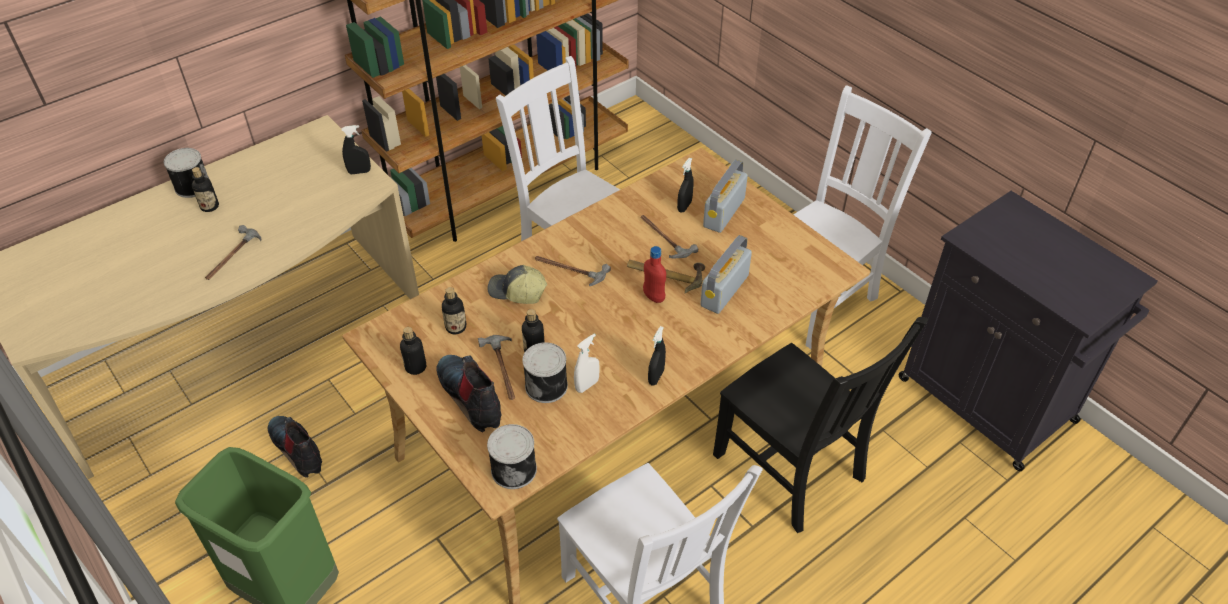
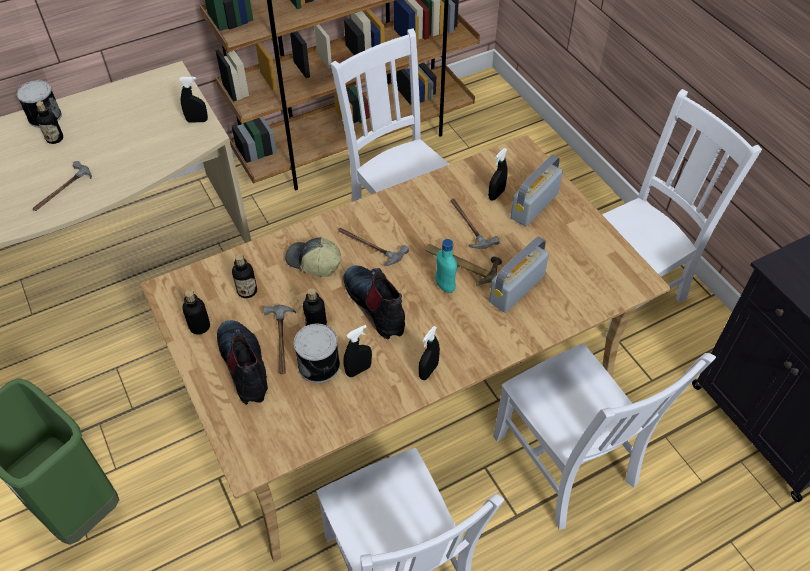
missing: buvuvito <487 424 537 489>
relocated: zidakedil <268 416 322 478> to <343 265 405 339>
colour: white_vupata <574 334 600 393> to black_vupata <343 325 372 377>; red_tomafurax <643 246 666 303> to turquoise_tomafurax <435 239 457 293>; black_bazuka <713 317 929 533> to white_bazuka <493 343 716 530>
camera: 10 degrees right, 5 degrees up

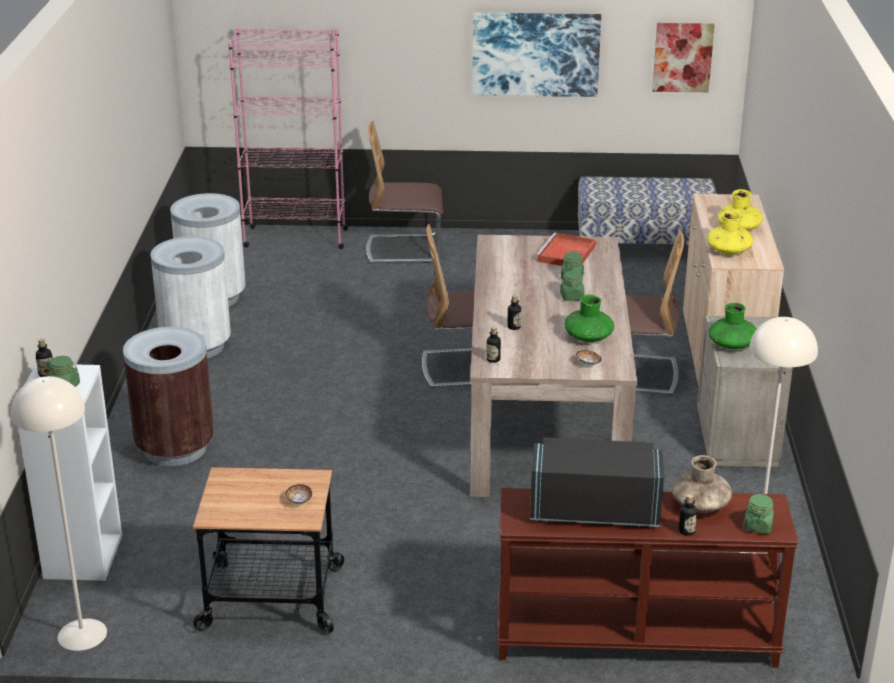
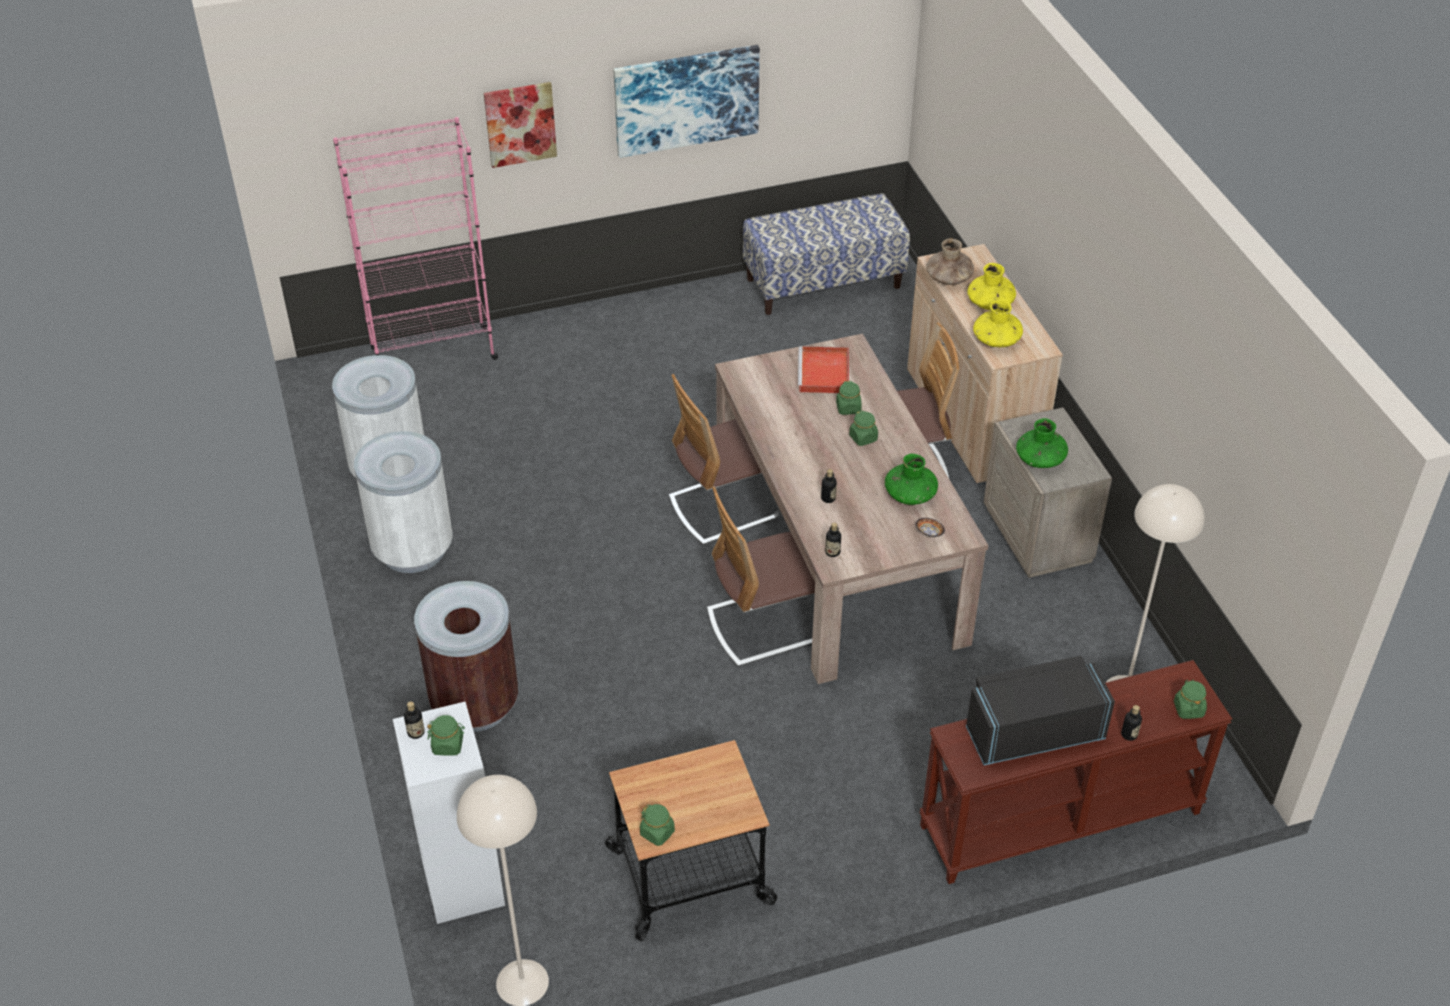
missing: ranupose <286 484 312 504>
appeared: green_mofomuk <640 804 675 846>
relocated: bazuka <366 121 443 263> to <707 487 815 667>; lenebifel <652 23 715 92> to <484 82 557 168>; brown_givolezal <672 455 732 513> to <926 239 974 285>
camera: 20 degrees left, 15 degrees up

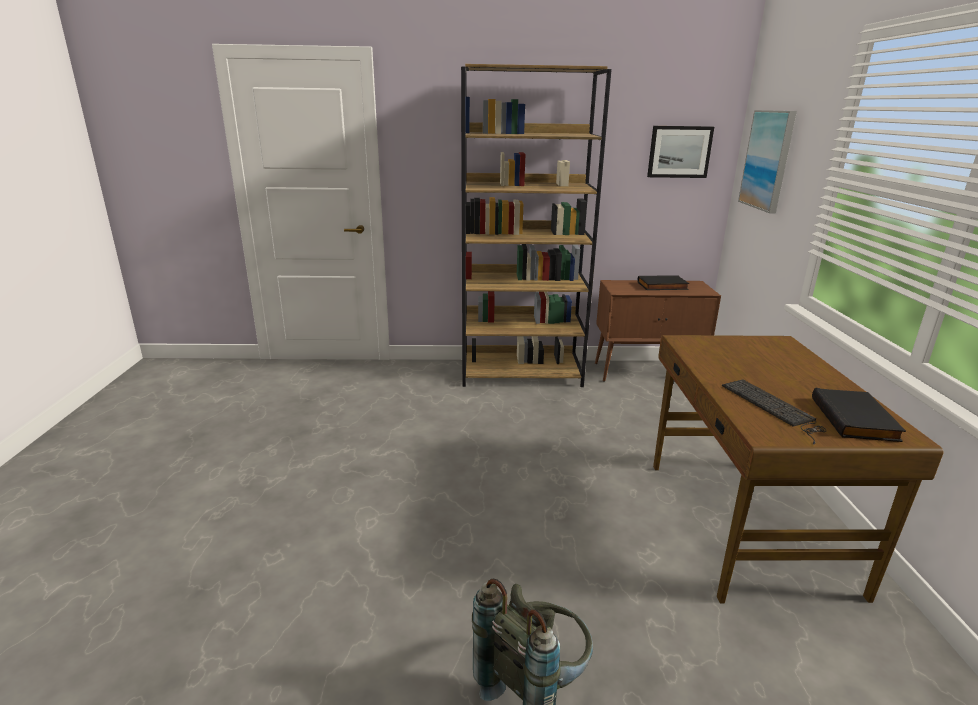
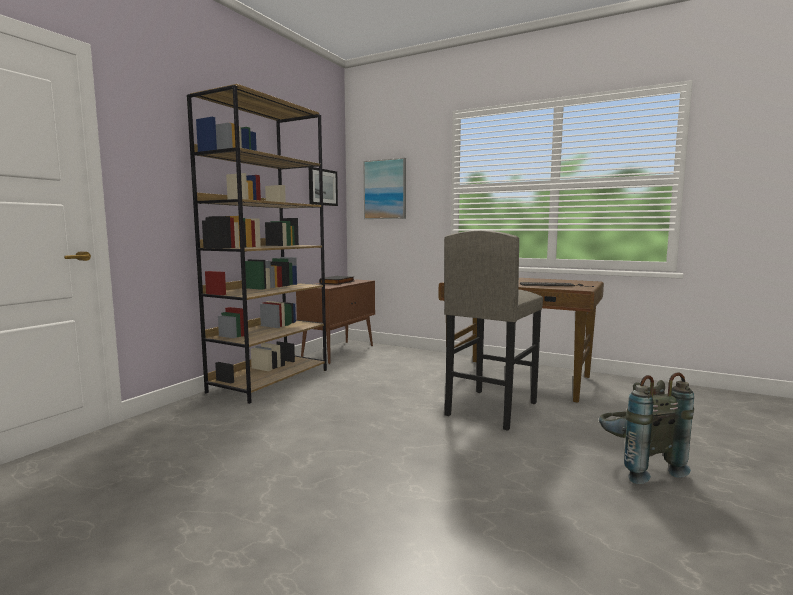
missing: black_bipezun <812 388 906 442>
appeared: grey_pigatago <444 230 543 431>
camera: 60 degrees left, 15 degrees down

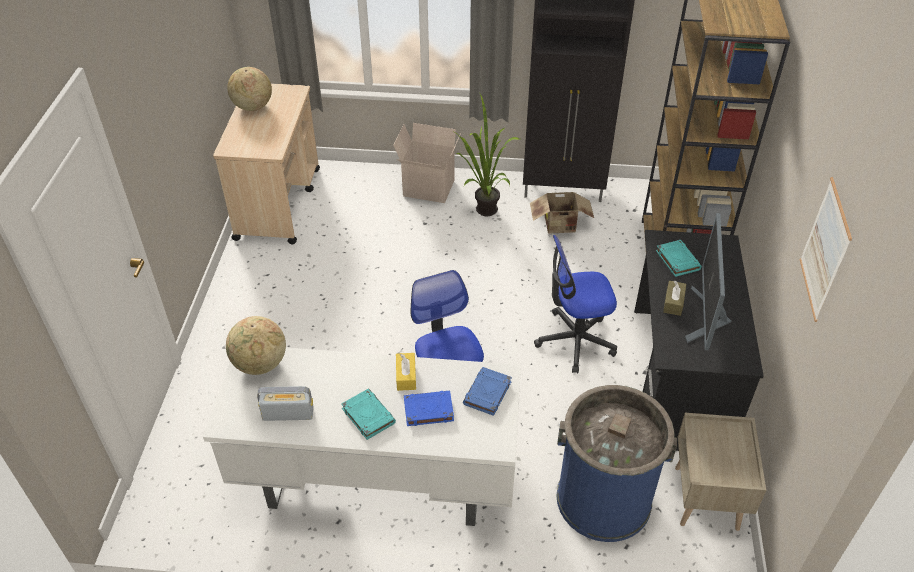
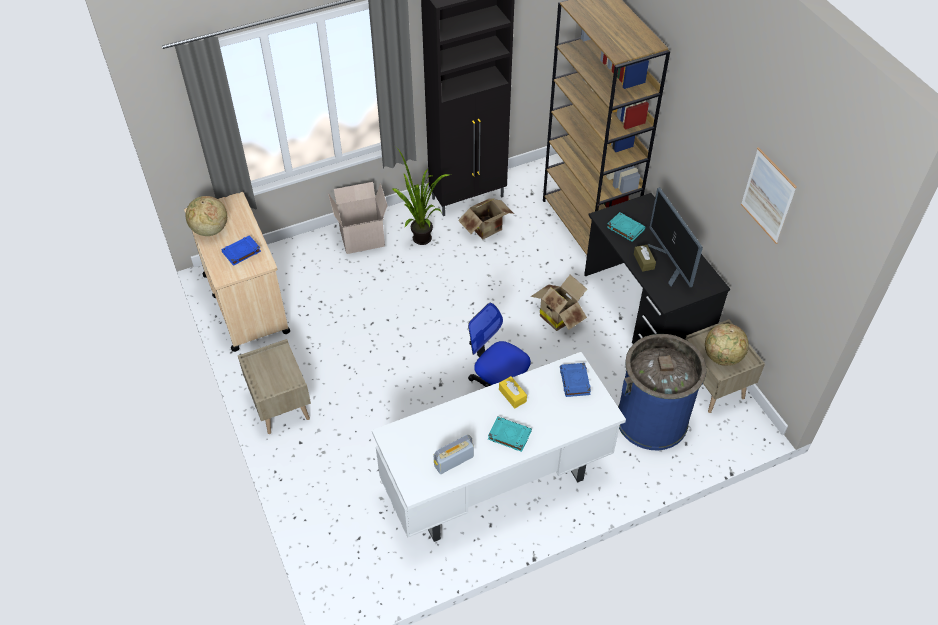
appeared: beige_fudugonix <238 339 311 434>
relocated: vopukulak <226 316 286 375> to <705 323 749 366>; blue_bipezun <404 391 454 426> to <221 235 261 266>
exchanged: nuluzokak <534 235 617 374> to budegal <530 275 587 331>
camera: 30 degrees left, 5 degrees up

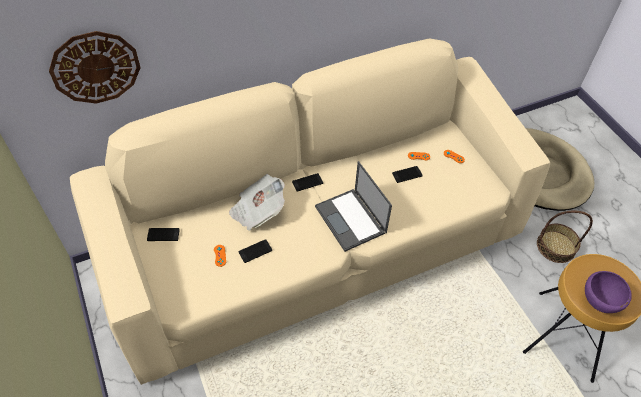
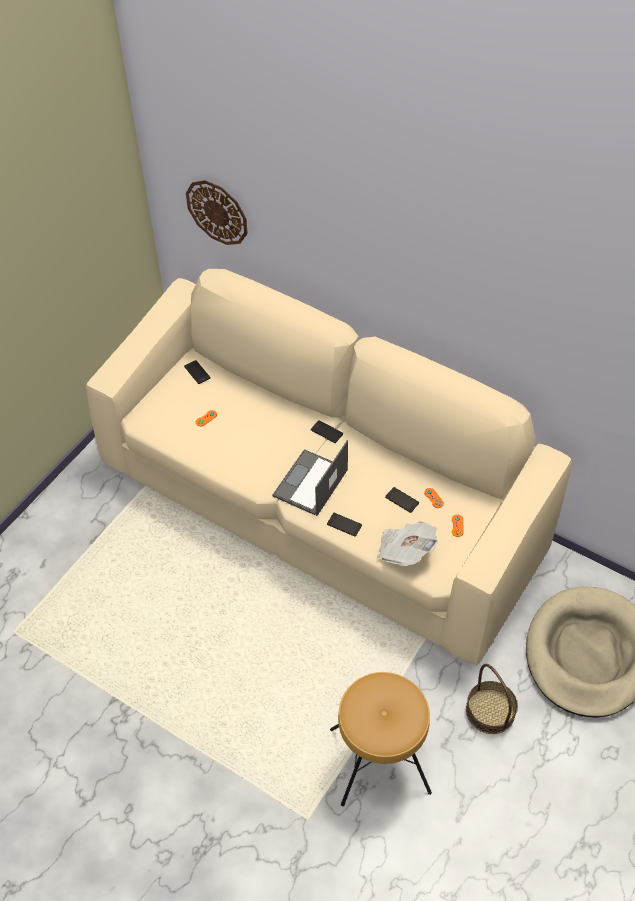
missing: purple_ranupose <585 271 632 313>
relocated: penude <229 174 285 231> to <377 522 438 566>; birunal <238 239 272 263> to <327 513 362 537>
camera: 60 degrees right, 0 degrees up

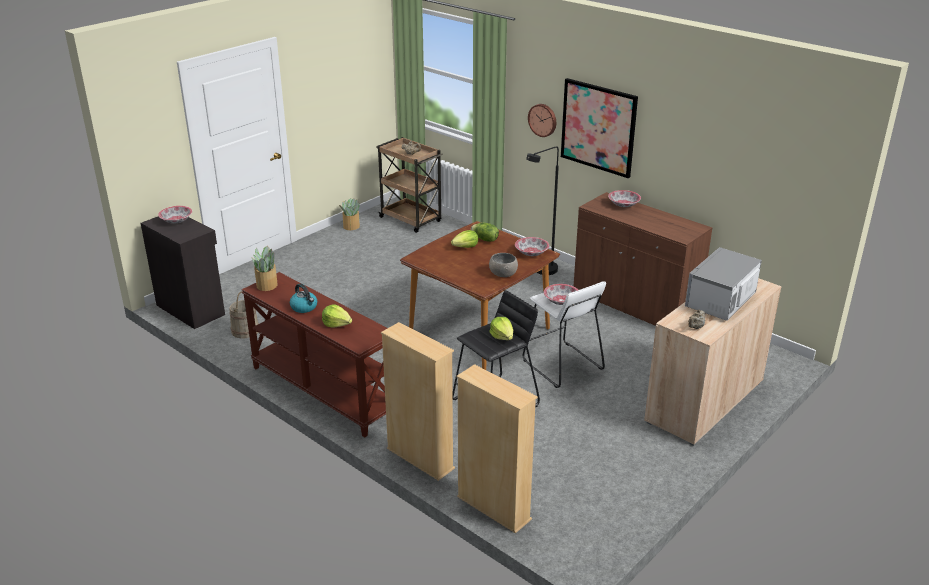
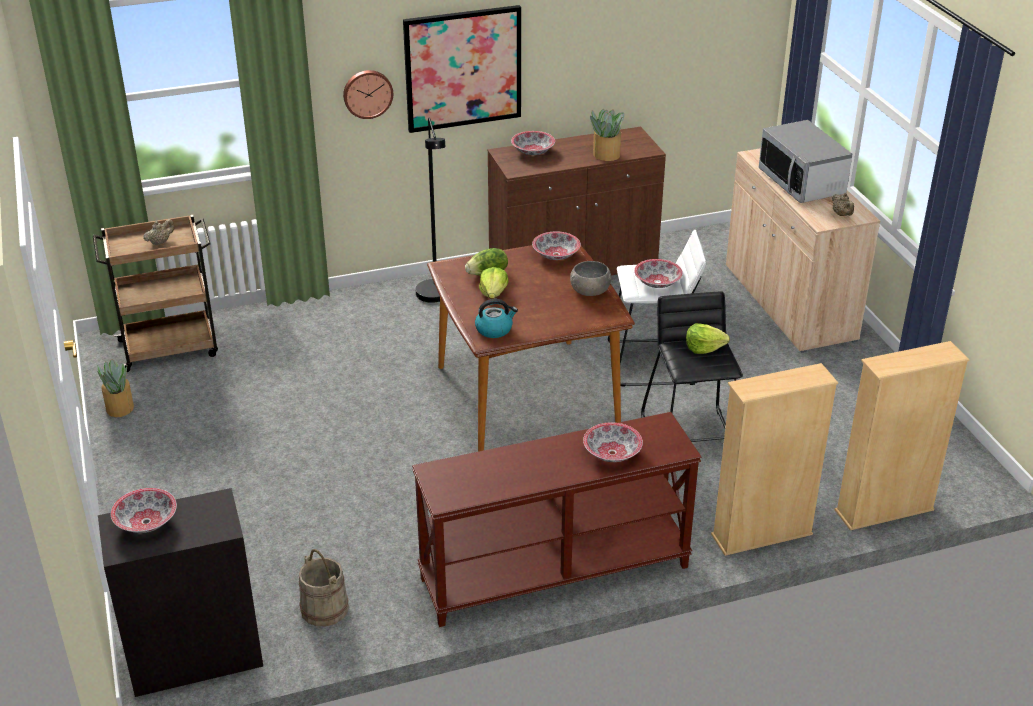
relocated: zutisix <251 246 278 291> to <590 109 624 161>; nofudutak <290 283 317 313> to <475 299 518 338>
exchanged: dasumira <322 304 352 328> to ranupose <583 422 643 462>
camera: 60 degrees left, 5 degrees up

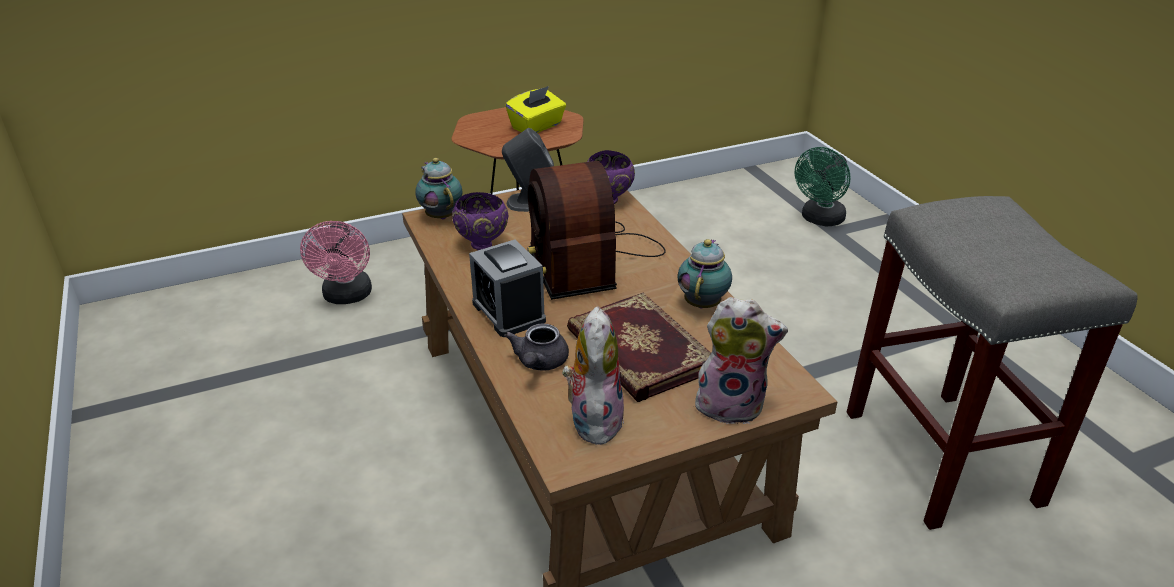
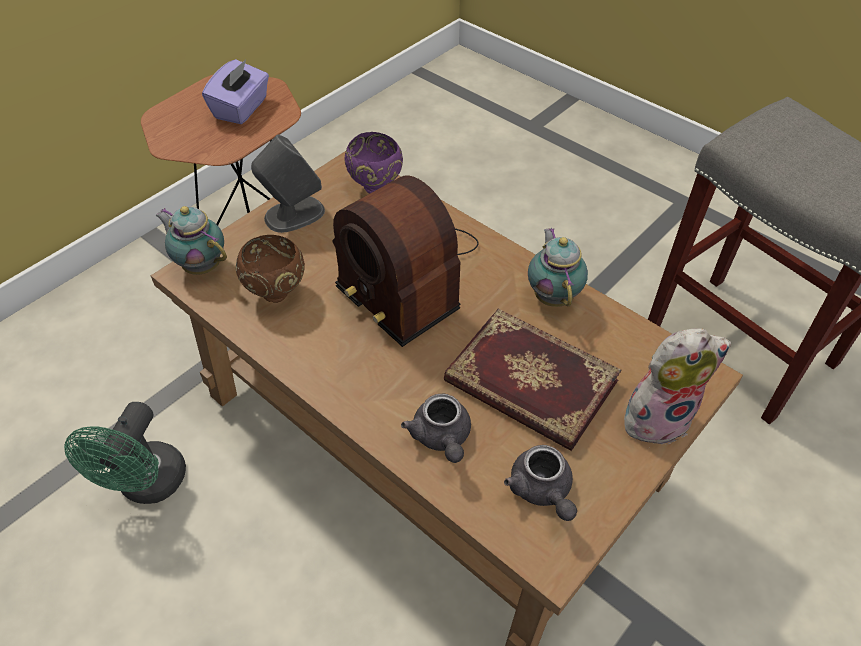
missing: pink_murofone <300 221 372 304>; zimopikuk <469 239 546 337>
relocated: green_murofone <795 147 851 226> to <64 402 186 504>
exchanged: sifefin <562 306 624 445> to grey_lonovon <504 445 577 521>
colour: purple_ranupose <452 192 508 250> to brown_ranupose <236 235 305 303>; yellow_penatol <505 86 566 133> to purple_penatol <202 59 269 124>
camera: 25 degrees left, 15 degrees up

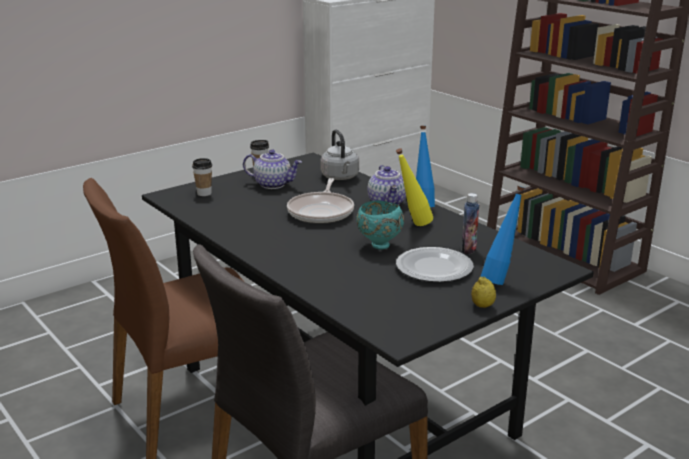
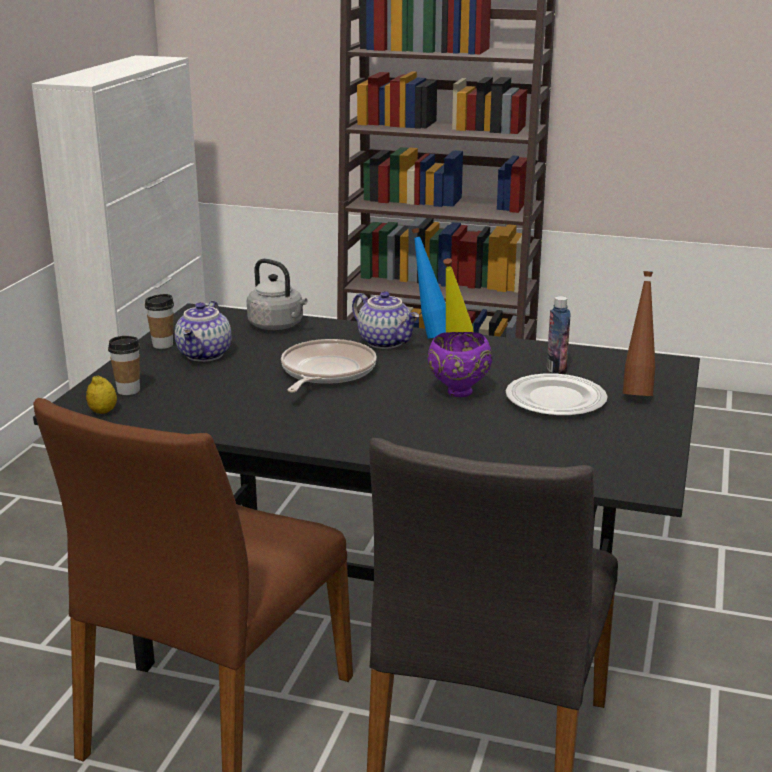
relocated: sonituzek <471 277 496 308> to <86 375 117 414>
colour: turquoise_ranupose <357 200 404 250> to purple_ranupose <428 332 493 397>; blue_tomafurax <481 186 524 285> to brown_tomafurax <623 271 655 396>
spun: lonovon <243 150 302 189> = <175 301 231 362> 120 degrees clockwise; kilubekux <287 178 354 224> = <281 339 377 392> 135 degrees counterclockwise
camera: 35 degrees left, 0 degrees up

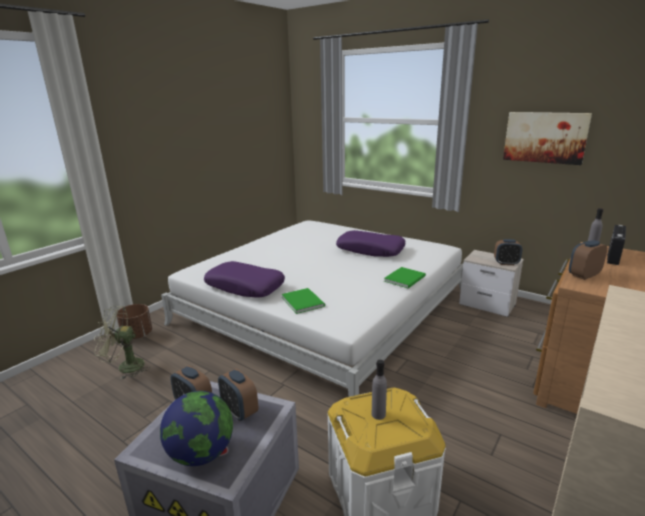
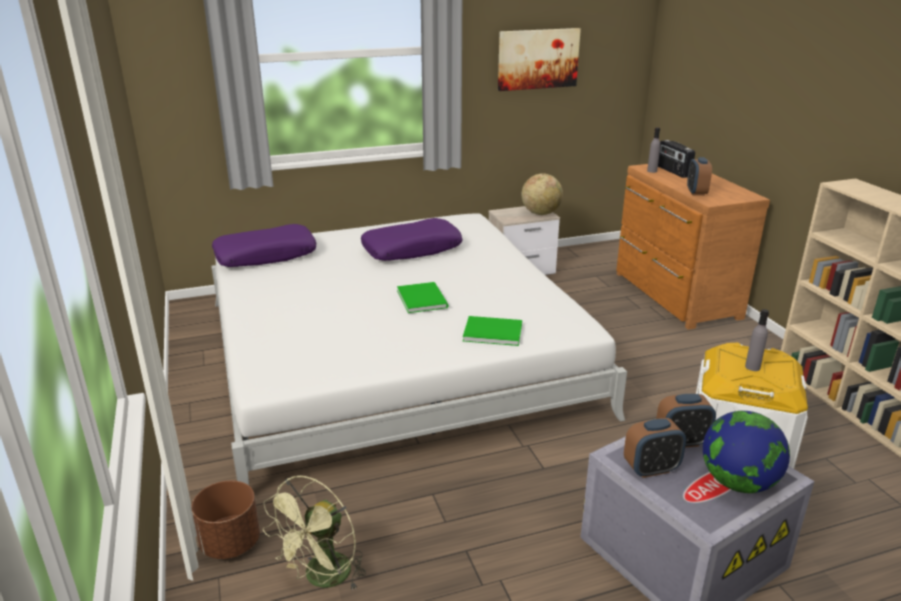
relocated: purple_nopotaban <204 261 285 298> to <212 224 316 267>; green_bipezun <384 267 426 288> to <397 282 448 313>
exchanged: zimopikuk <494 239 522 265> to vopukulak <521 173 563 215>
camera: 55 degrees left, 5 degrees up

